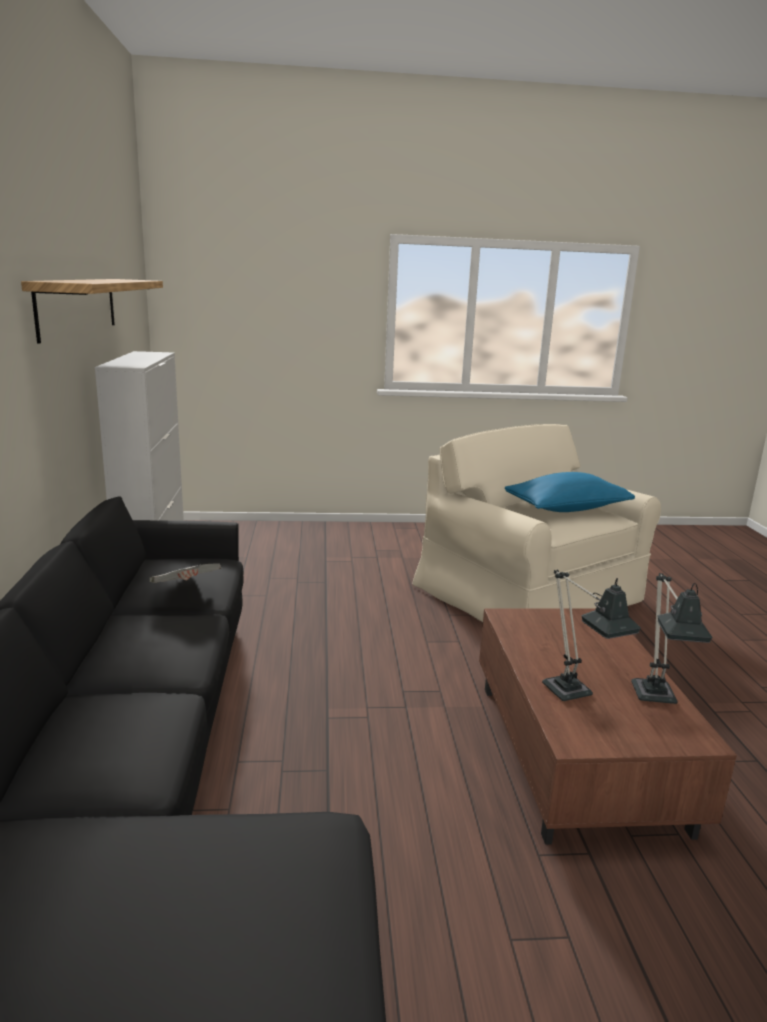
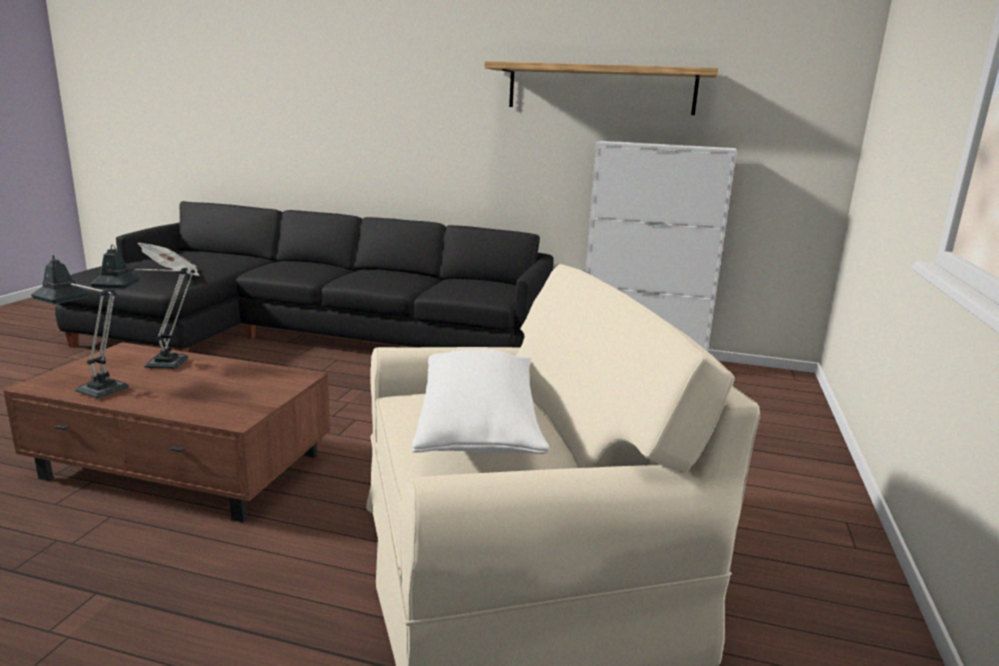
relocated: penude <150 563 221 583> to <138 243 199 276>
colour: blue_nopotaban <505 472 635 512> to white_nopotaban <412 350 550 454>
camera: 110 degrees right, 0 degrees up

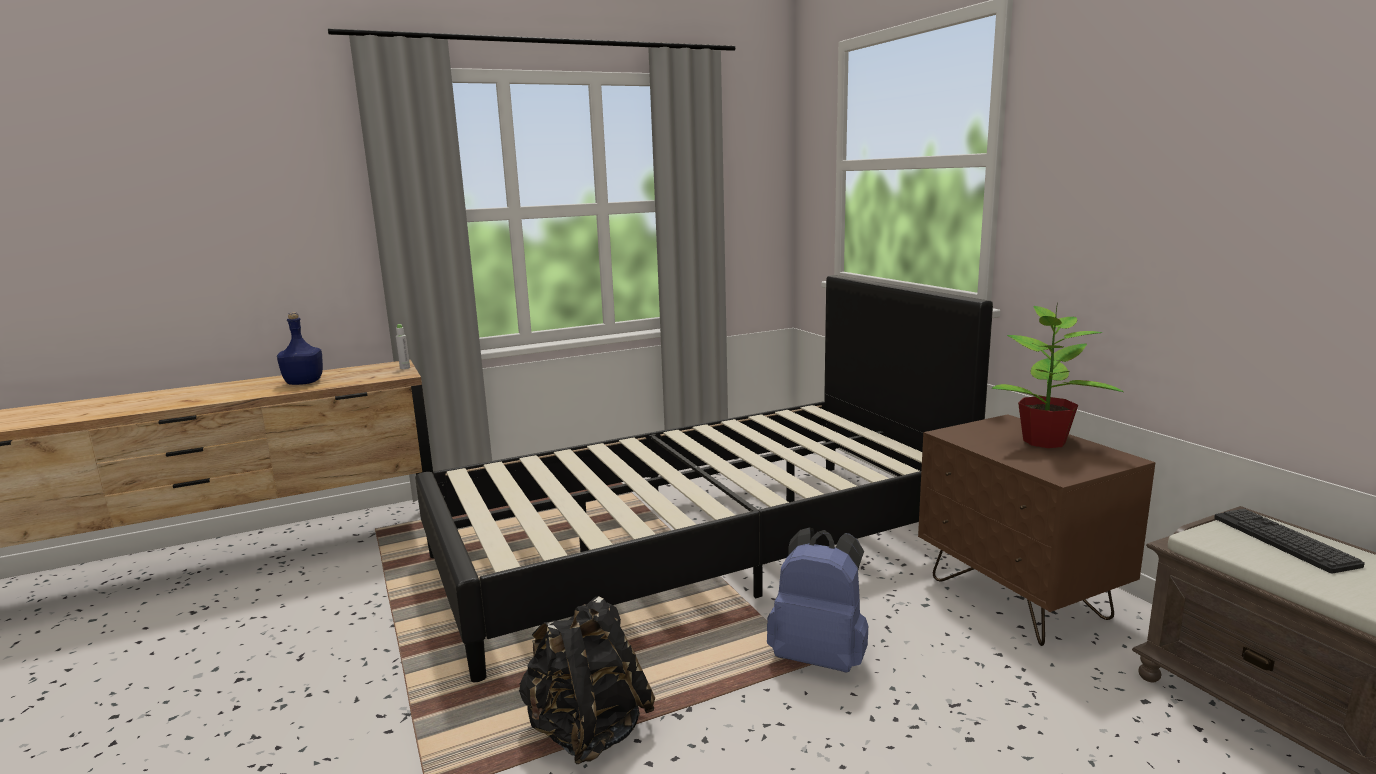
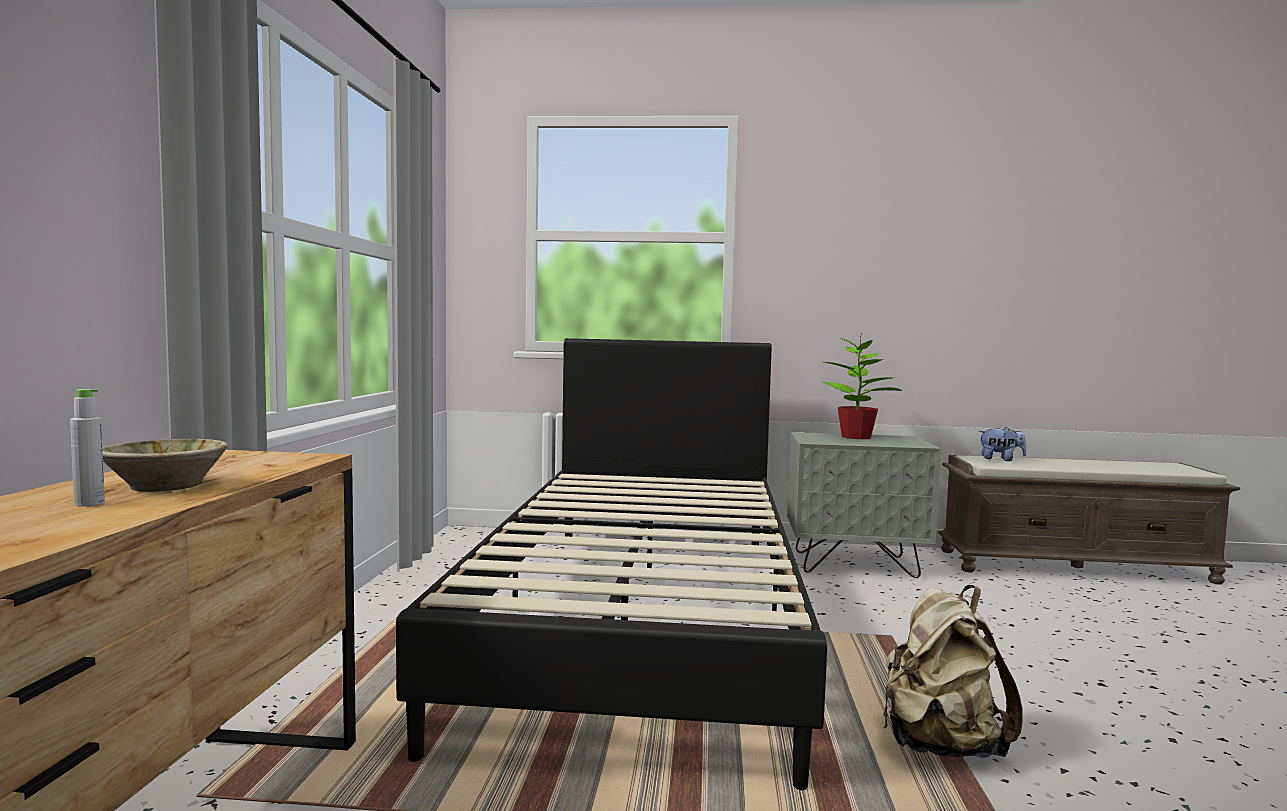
missing: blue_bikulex <767 527 868 673>
relocated: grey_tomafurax <396 324 410 369> to <70 389 105 506>
exchanged: blue_tomafurax <277 312 323 385> to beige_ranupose <103 439 228 492>; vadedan <1214 509 1365 573> to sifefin <979 427 1026 461>
colour: black_bikulex <519 596 655 764> to beige_bikulex <883 585 1023 758>; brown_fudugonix <918 414 1155 646> to grey_fudugonix <787 432 941 578>
camera: 60 degrees left, 10 degrees down

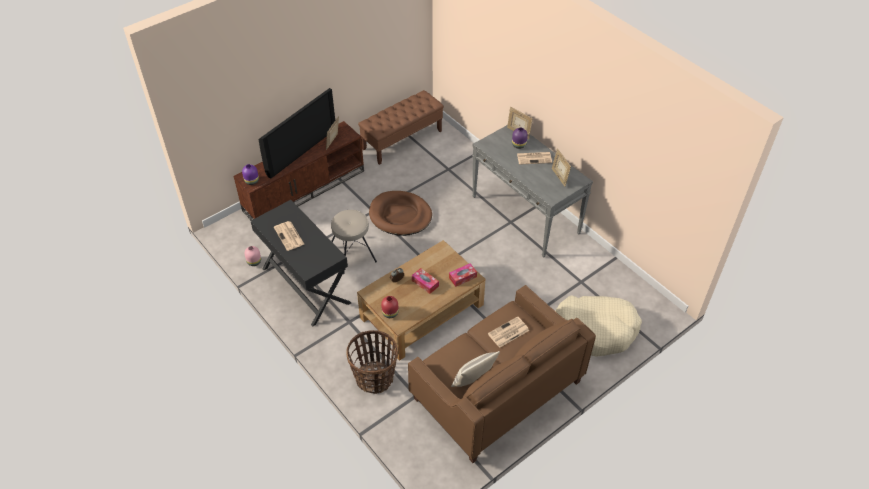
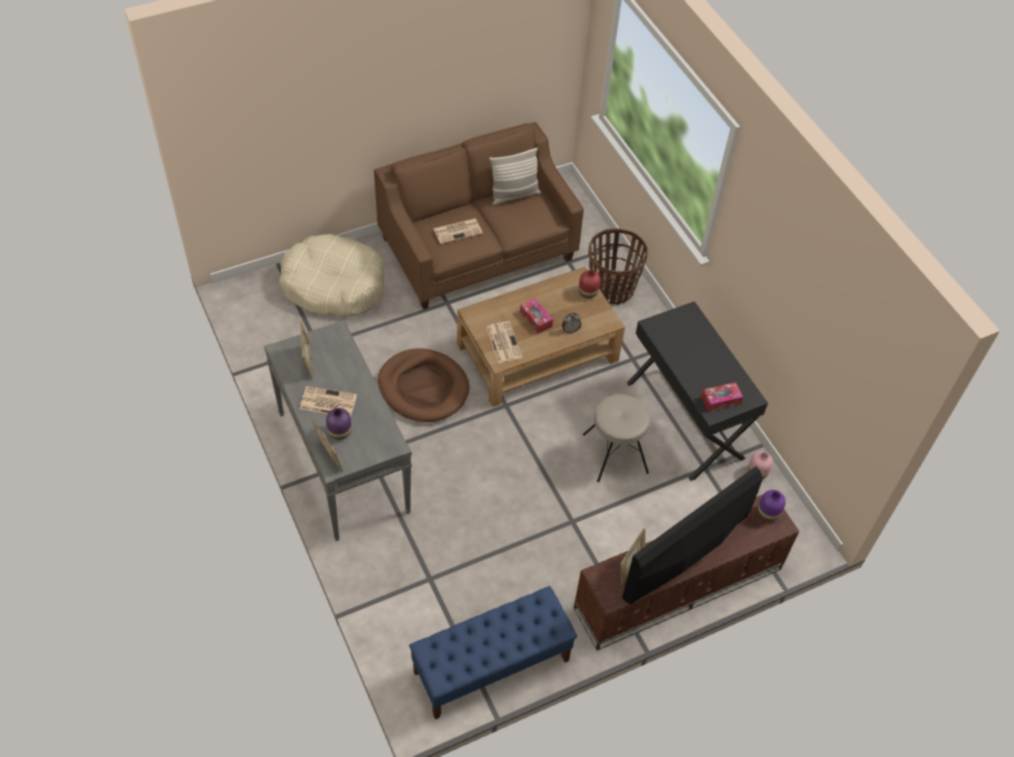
relocated: penude <274 221 305 251> to <486 321 523 363>; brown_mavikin <369 191 432 236> to <378 348 469 422>; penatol <449 263 477 287> to <701 382 743 411>
colour: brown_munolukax <358 90 444 165> to blue_munolukax <409 586 577 720>
camera: 170 degrees left, 5 degrees up

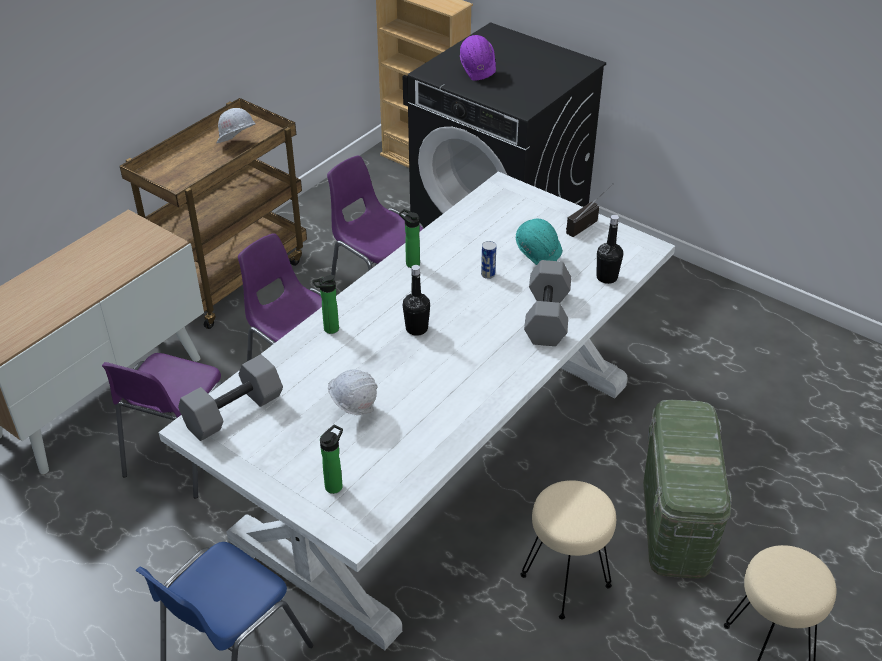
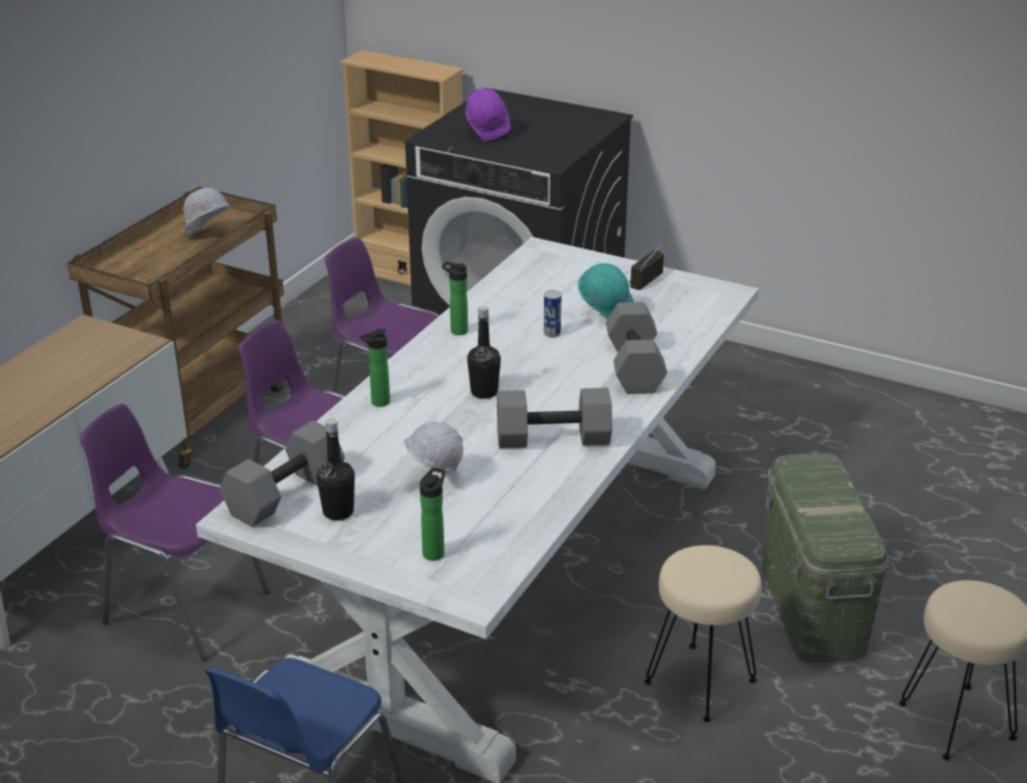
appeared: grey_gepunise <497 388 612 448>
relocated: black_tomafurax <596 215 623 284> to <316 418 355 520>
spun: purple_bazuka <102 353 223 499> = <80 404 270 661> 105 degrees clockwise
camera: 10 degrees left, 10 degrees down

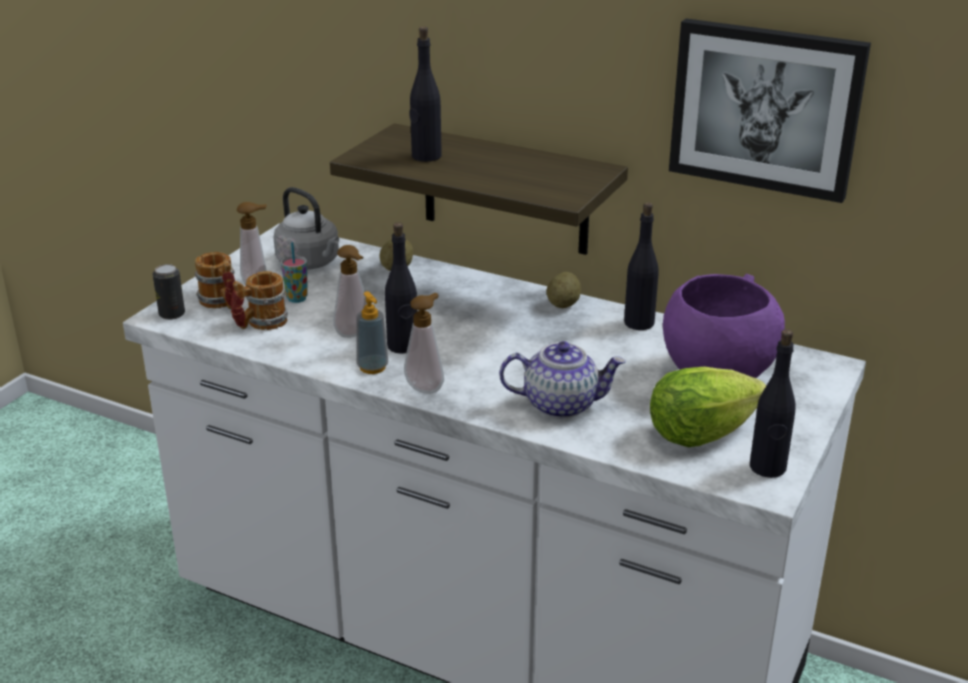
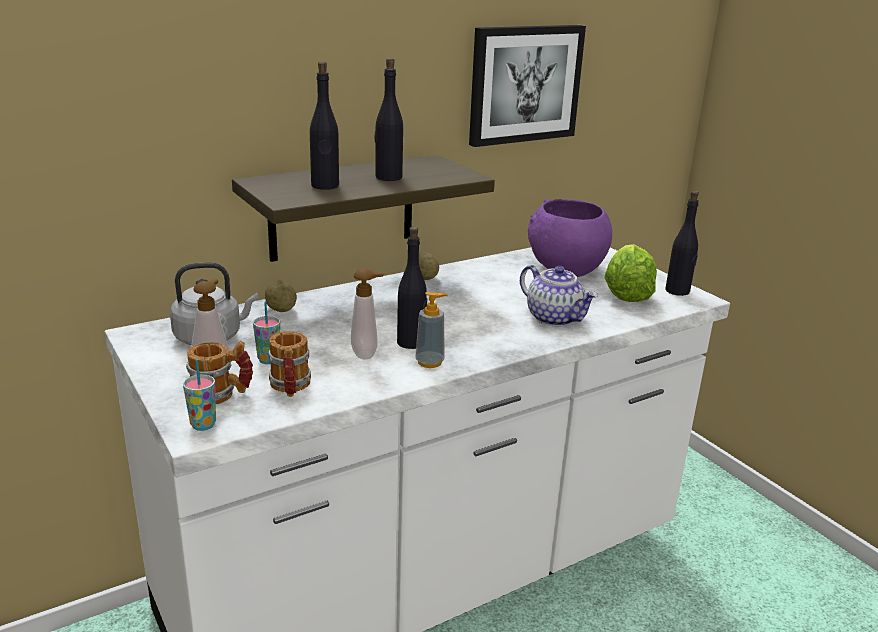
missing: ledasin <404 293 444 394>
relocated: black_tomafurax <624 203 659 330> to <375 58 403 181>
exchanged: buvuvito <153 264 185 320> to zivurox <183 360 216 431>
spun: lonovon <499 341 626 419> = <520 265 598 327> 105 degrees clockwise
camera: 60 degrees left, 5 degrees down

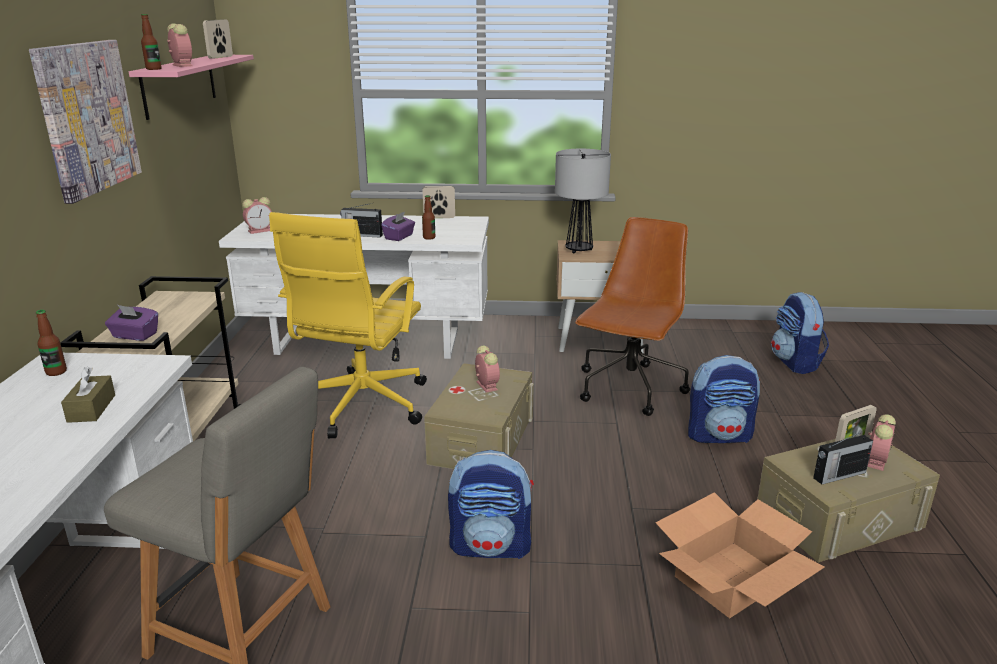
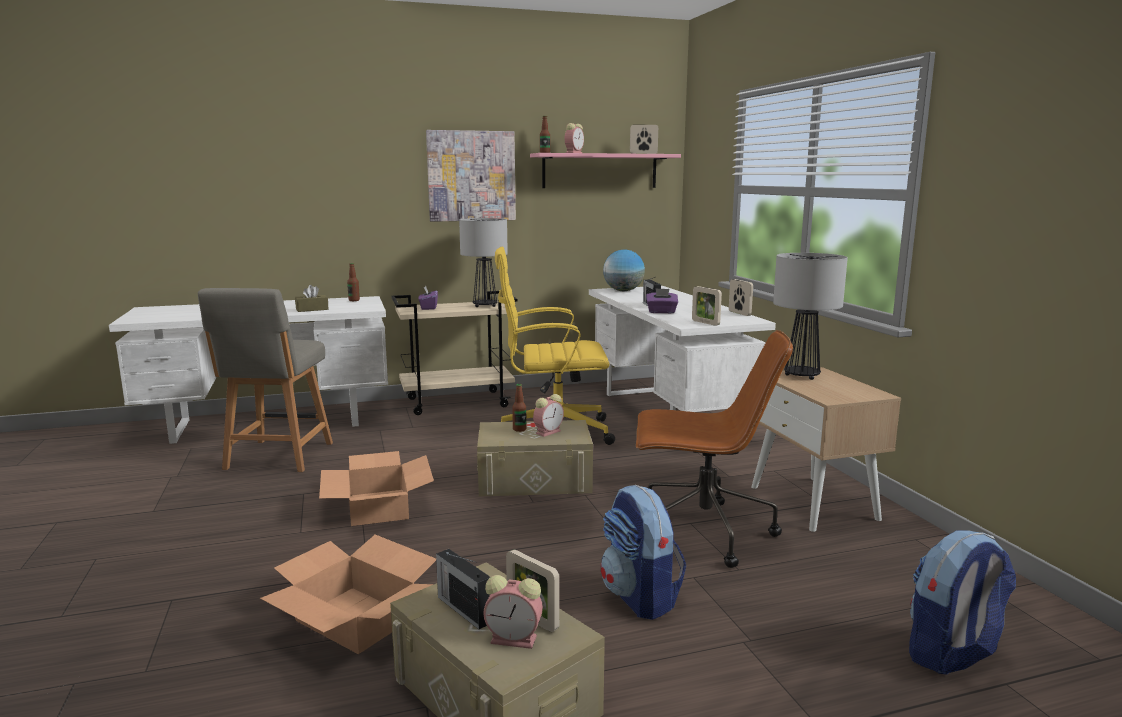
appeared: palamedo <459 218 508 307>; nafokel <692 286 722 326>
relocated: tomafurax <422 195 435 240> to <512 384 527 432>
exchanged: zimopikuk <242 197 272 234> to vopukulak <603 249 645 291>; bikulex <448 450 534 559> to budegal <319 451 434 526>
camera: 70 degrees right, 10 degrees down

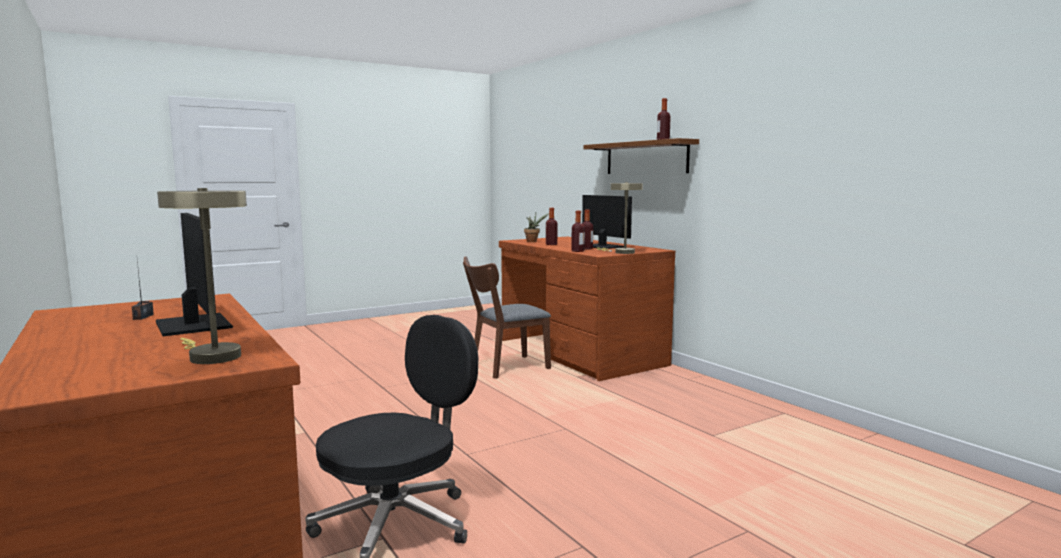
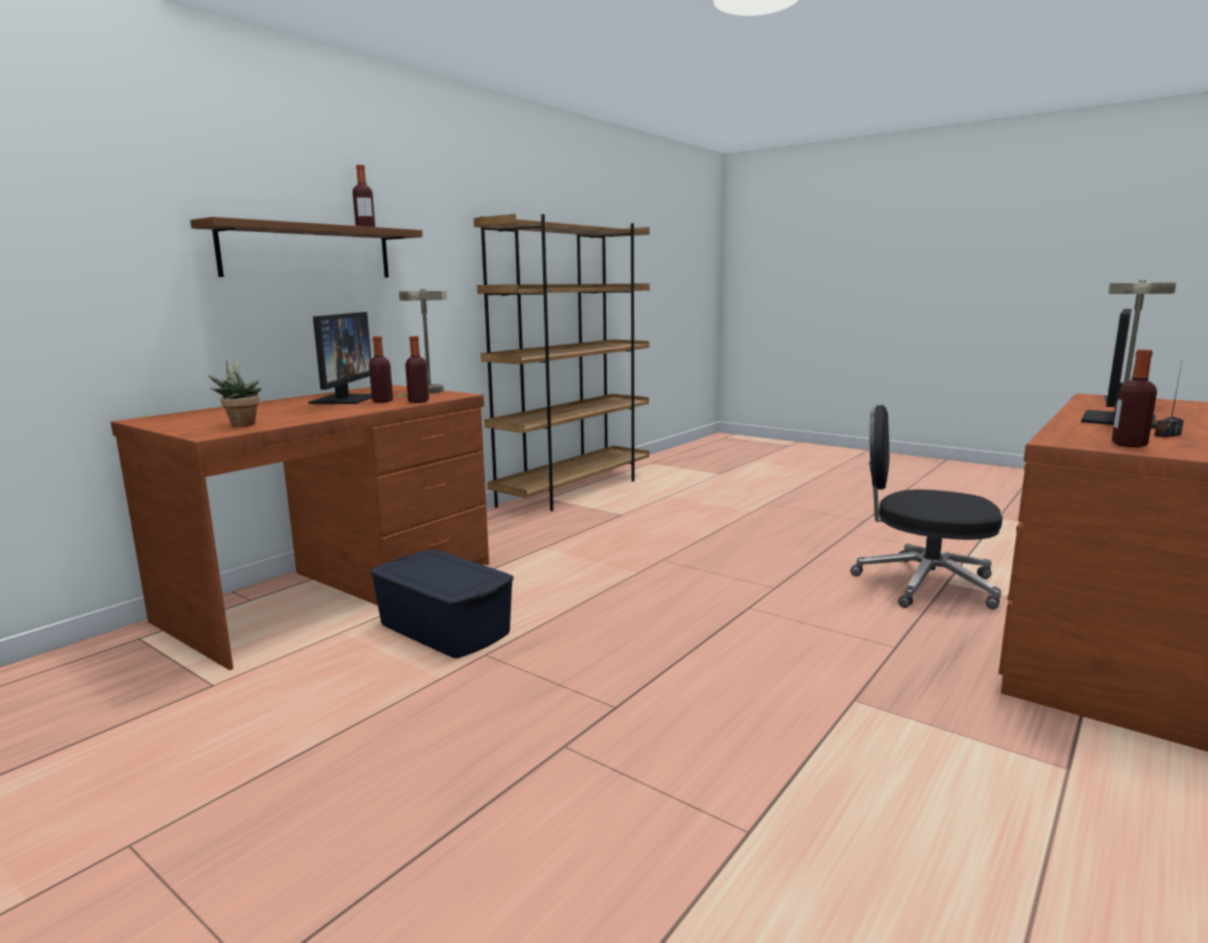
appeared: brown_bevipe <474 214 650 511>
relocated: tomafurax <546 208 558 245> to <1111 349 1157 447>
exchanged: brown_bazuka <463 256 551 379> to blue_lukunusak <370 550 514 658>
spun: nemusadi <582 195 632 249> = <309 312 372 404> 150 degrees clockwise
camera: 110 degrees left, 5 degrees up

